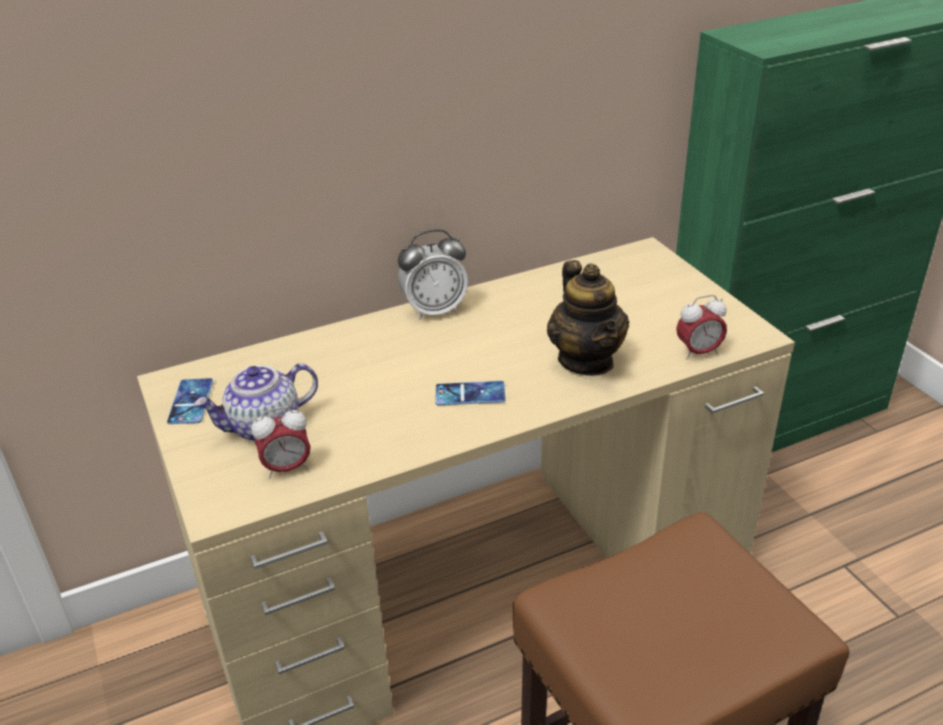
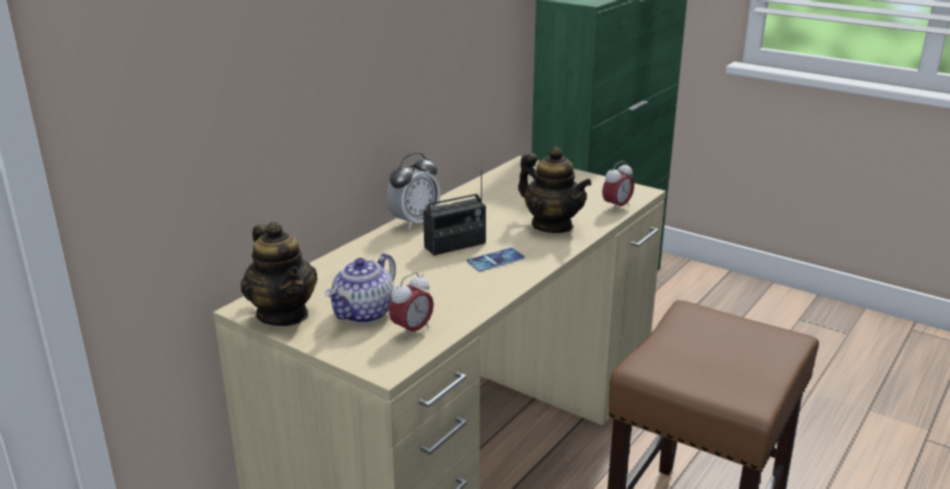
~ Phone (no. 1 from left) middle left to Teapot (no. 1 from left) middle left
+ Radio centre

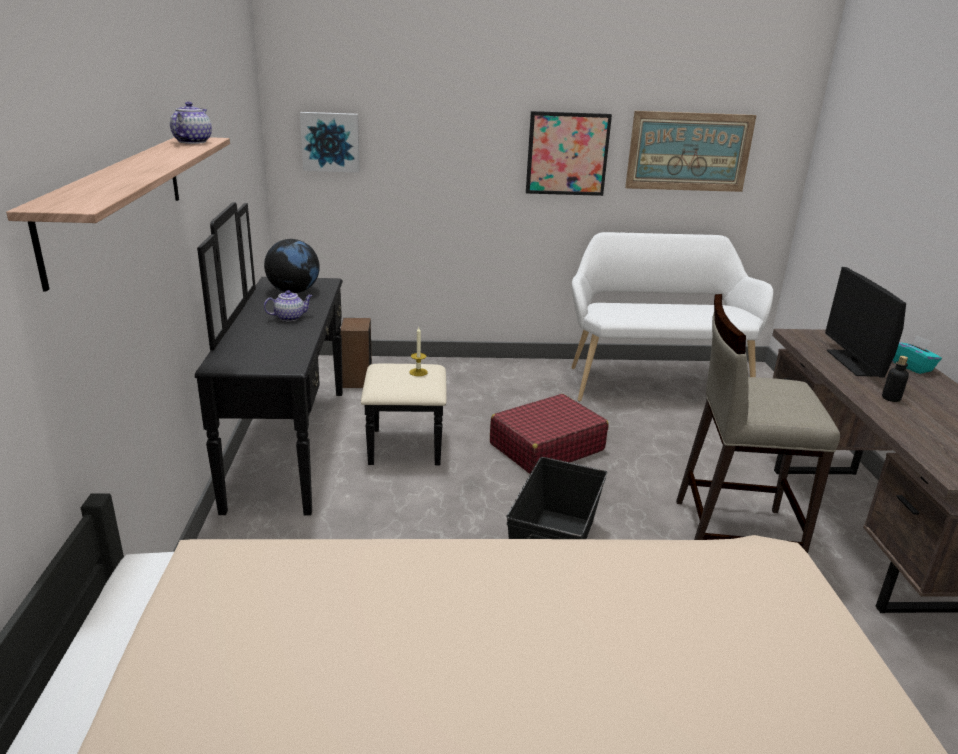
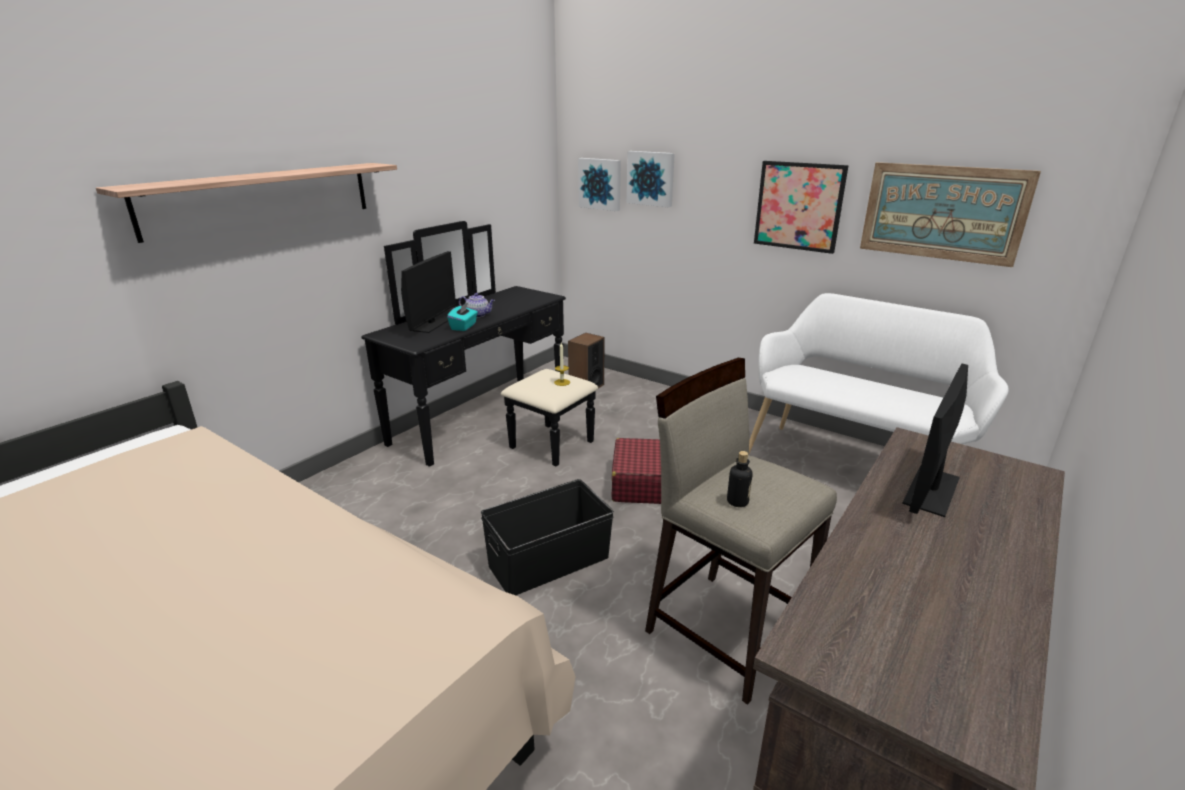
+ Monitor (no. 1 from left) centre
~ TurquoiseTissueBox middle right to centre
+ Picture (no. 2 from left) top centre
~ Bottle middle right to centre
- Teapot (no. 1 from left) top left
- Globe middle left

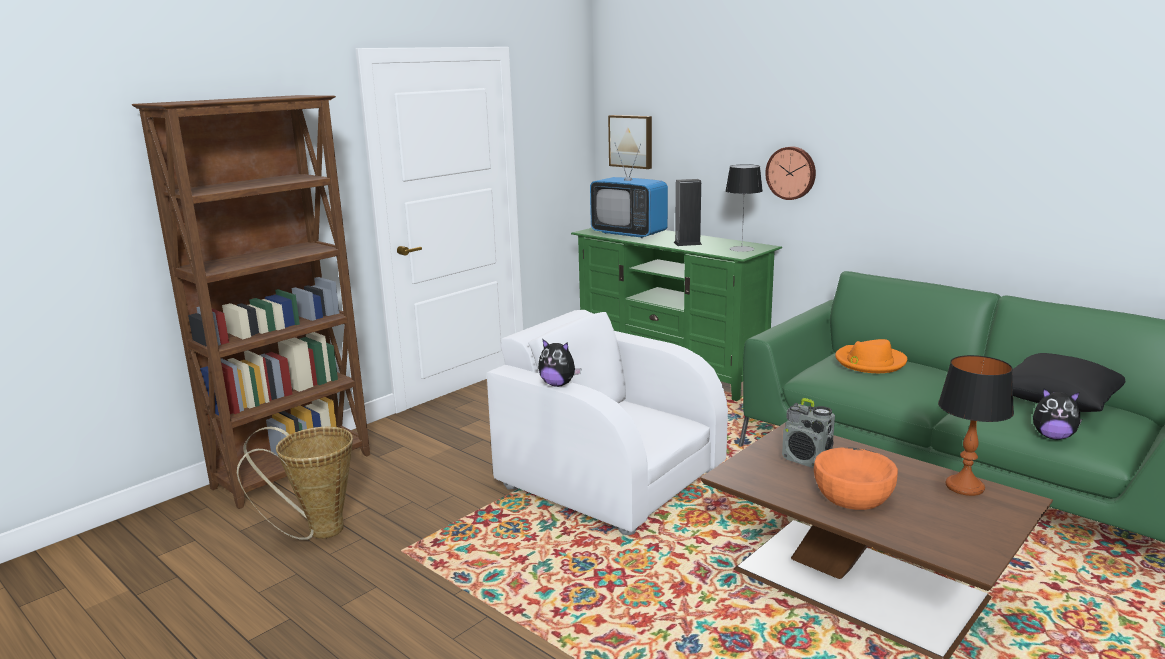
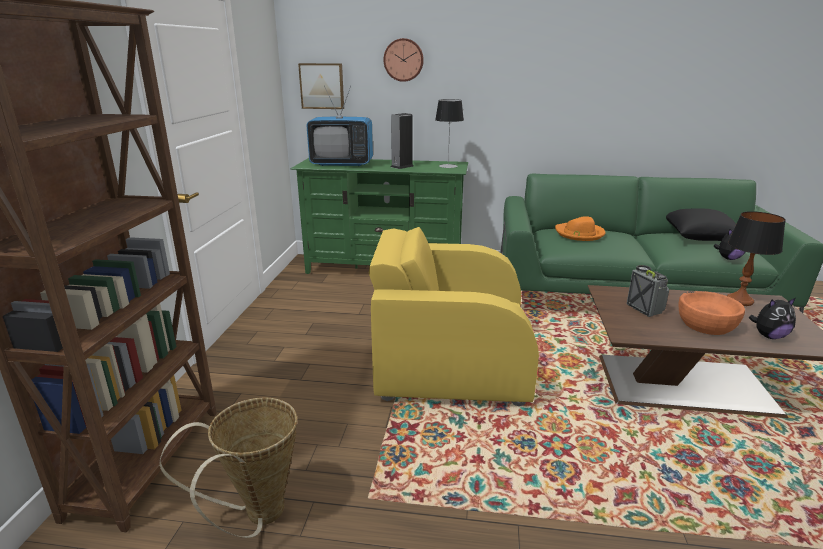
~ WhiteArmchair centre to YellowArmchair centre
~ WallClock top right to top centre
~ Radio middle right = middle right 120 degrees counterclockwise
~ PlushToy (no. 1 from left in the first image) centre to PlushToy (no. 2 from left) middle right

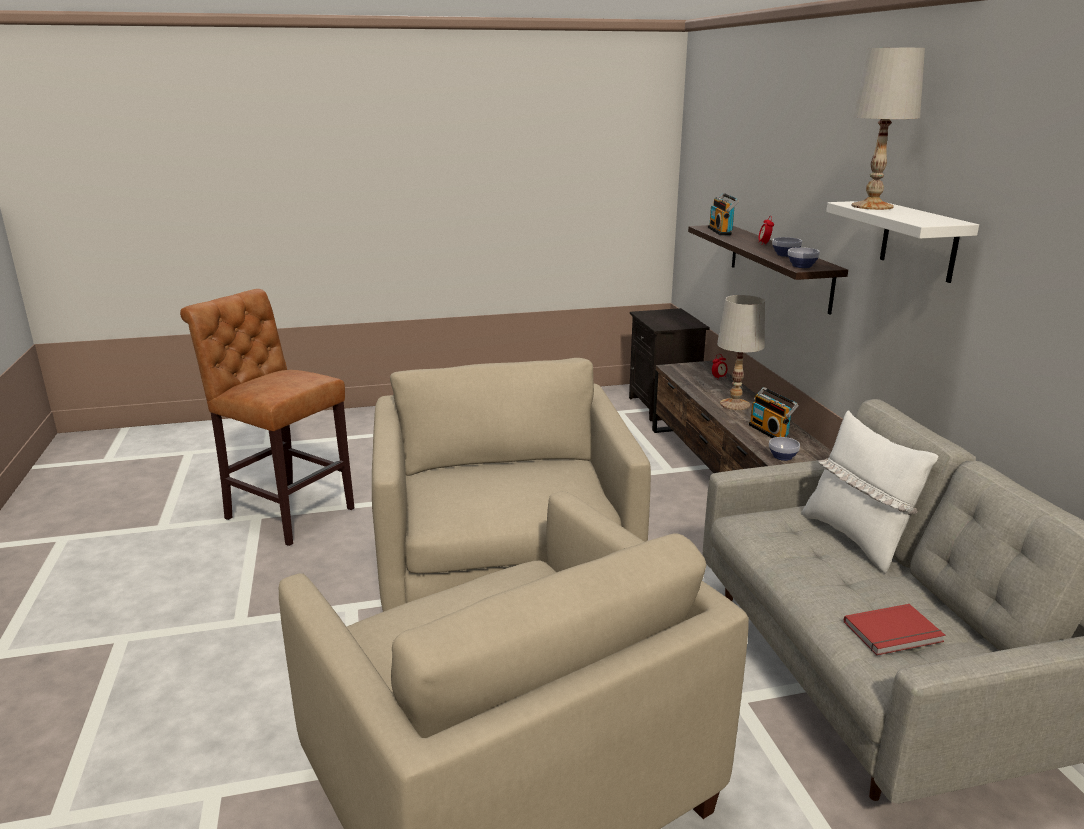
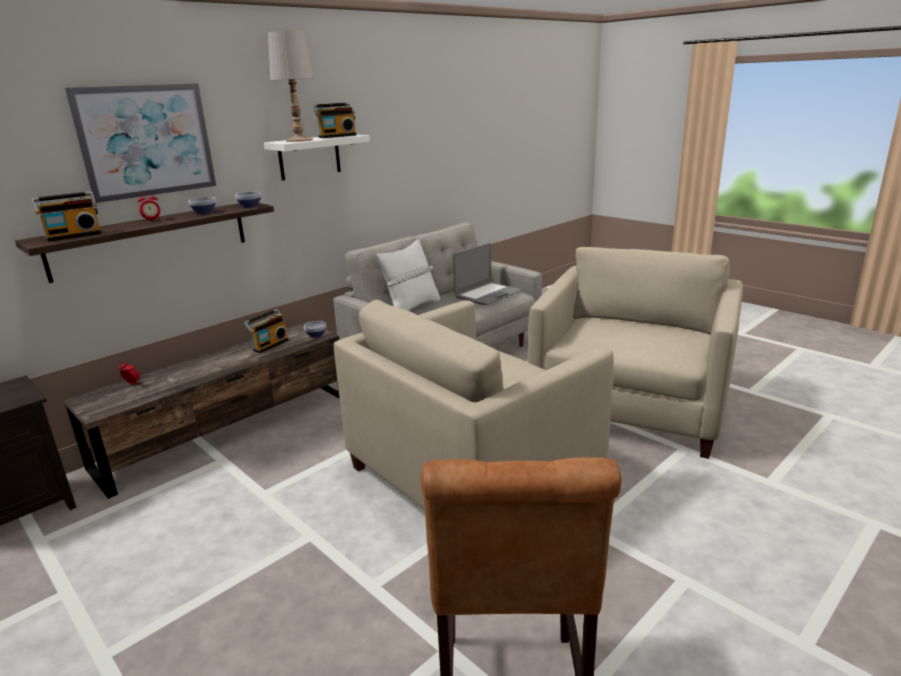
+ Picture top left
+ Radio (no. 3 from left) top centre
~ RedBook bottom right to Laptop centre
- WhiteTableLamp (no. 1 from left) middle right

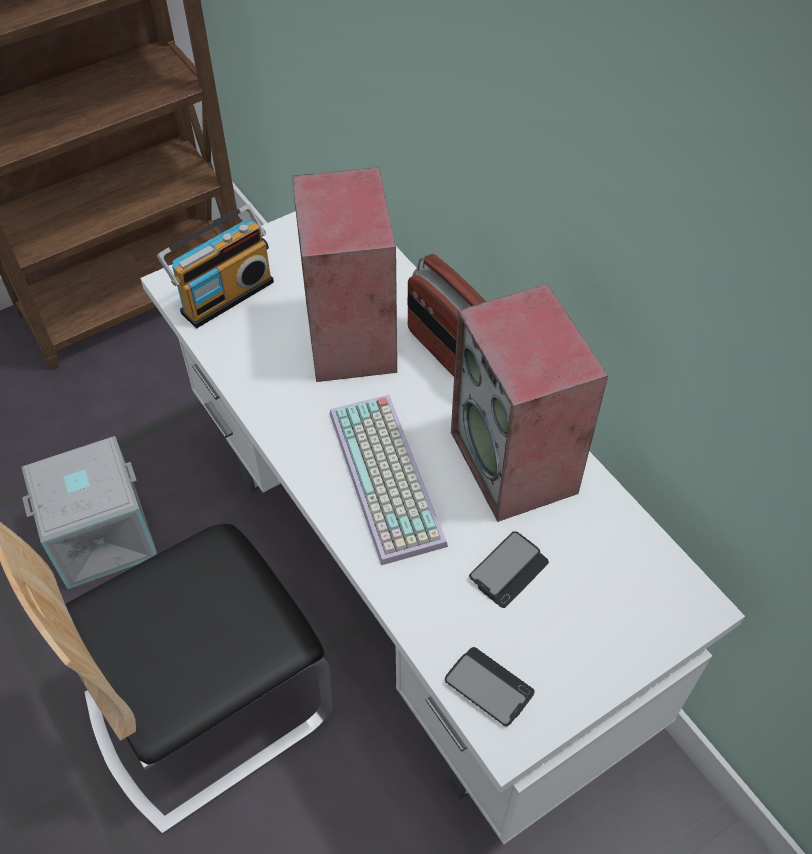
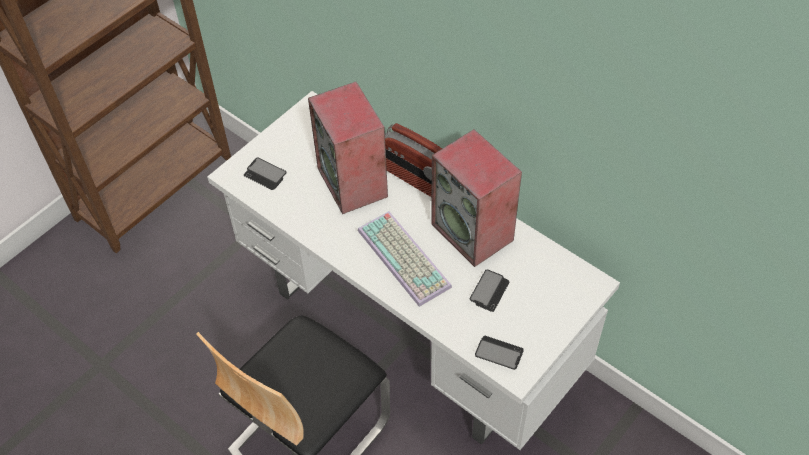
~ Radio (no. 1 from left) top left to Phone (no. 1 from left) middle left
- GreyStorageBox middle left

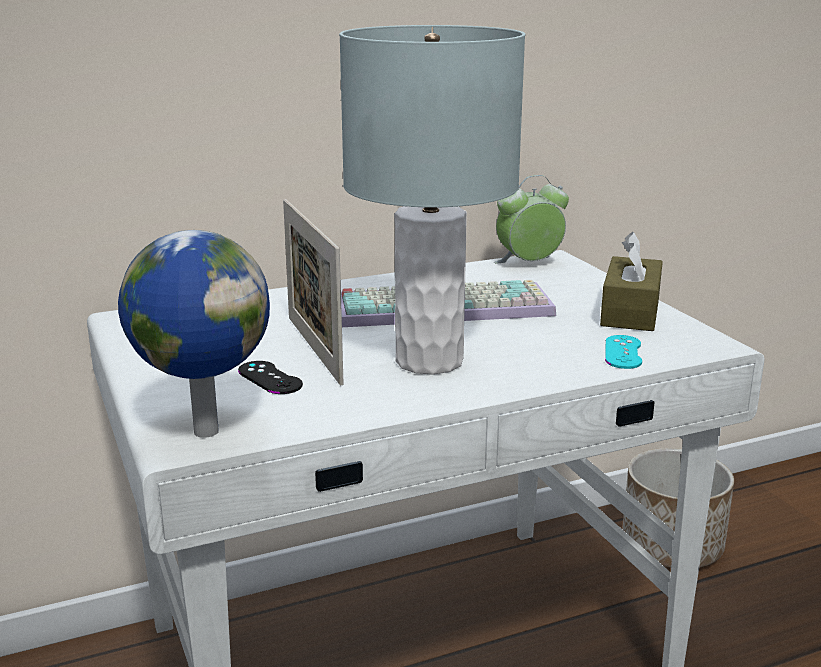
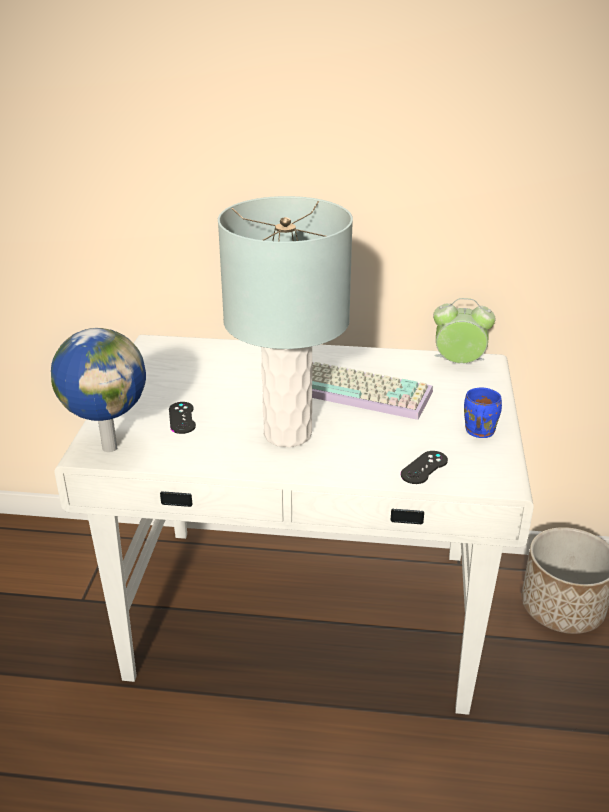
~ TurquoiseGameController middle right to BlackGameController (no. 2 from left) middle right
~ BrownTissueBox middle right to BlueMug middle right
- PictureFrame centre

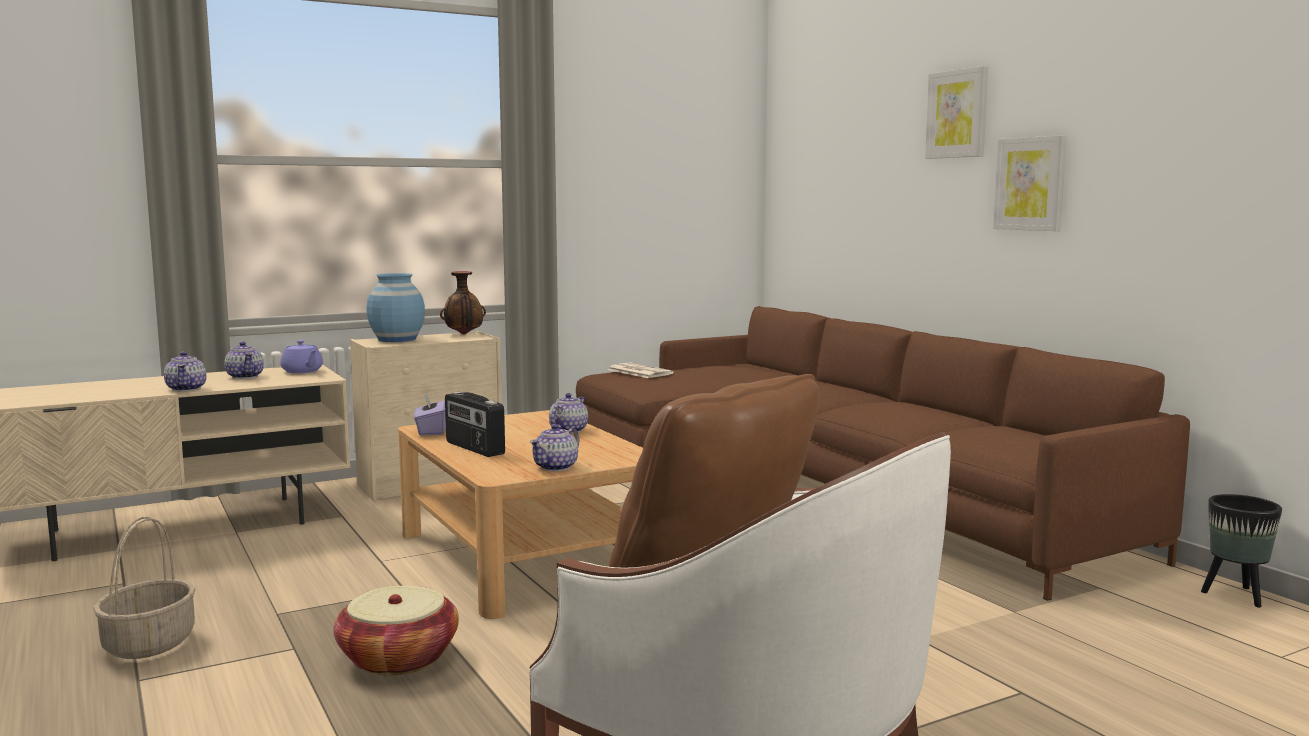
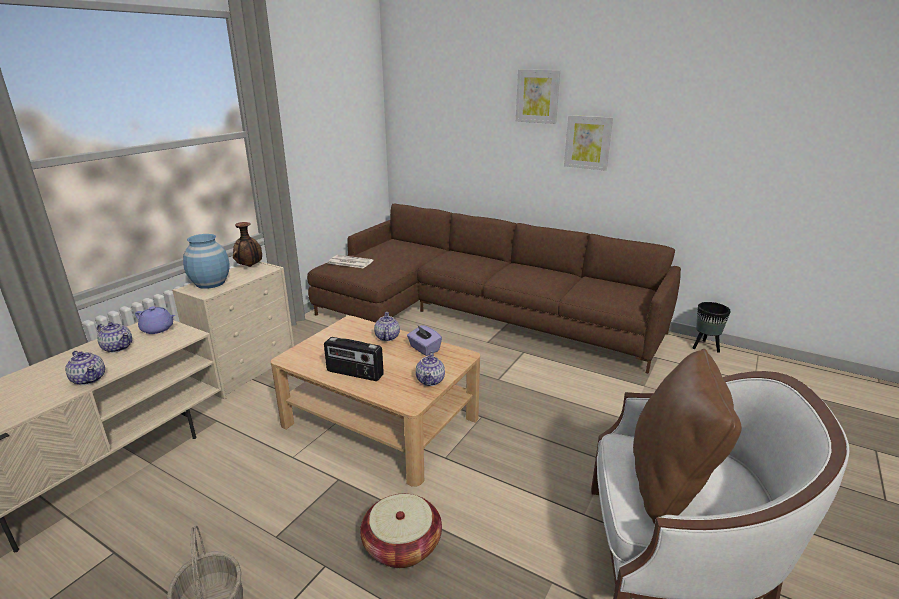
~ PurpleTissueBox middle left to centre

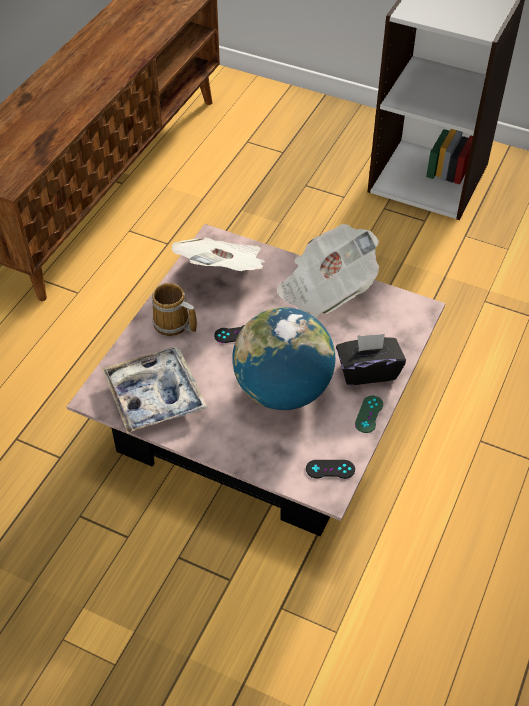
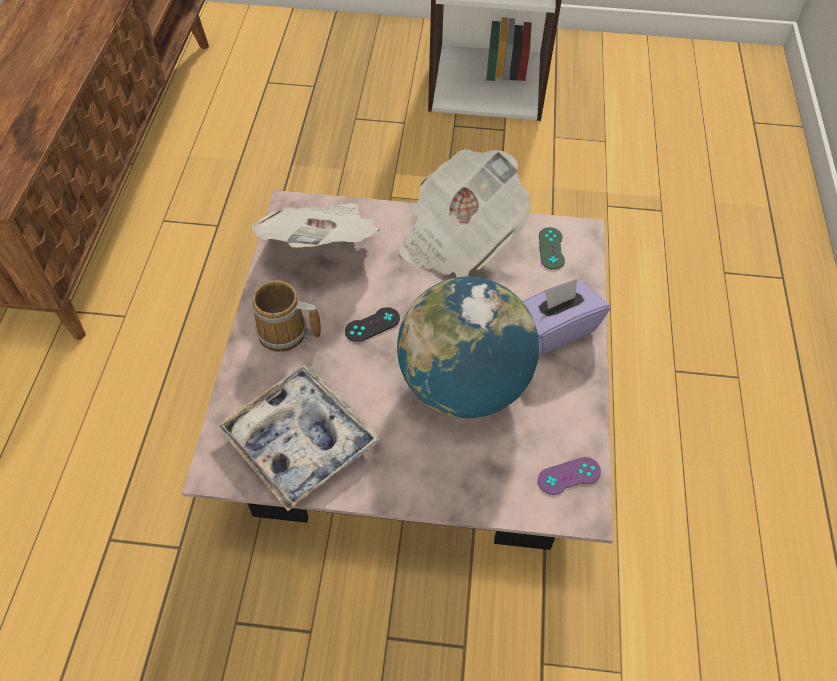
~ BlackTissueBox middle right to PurpleTissueBox middle right
~ BlackGameController (no. 2 from left) centre to PurpleGameController bottom right
~ GreenGameController middle right to centre

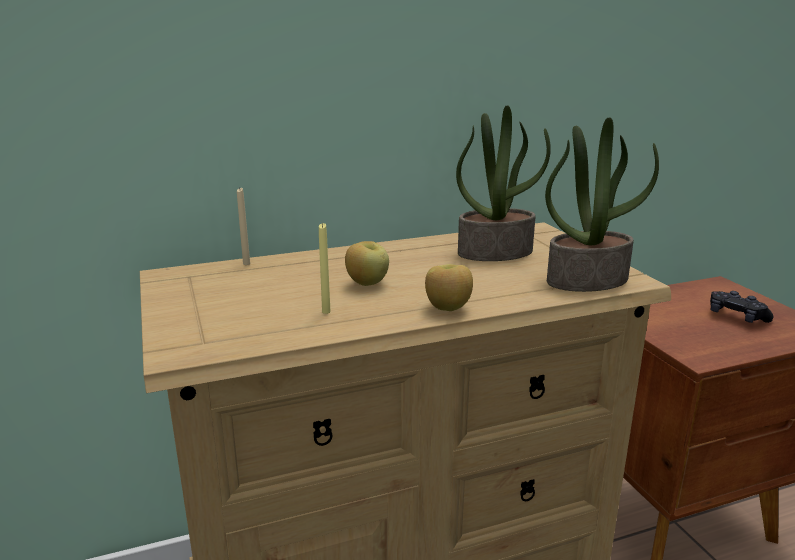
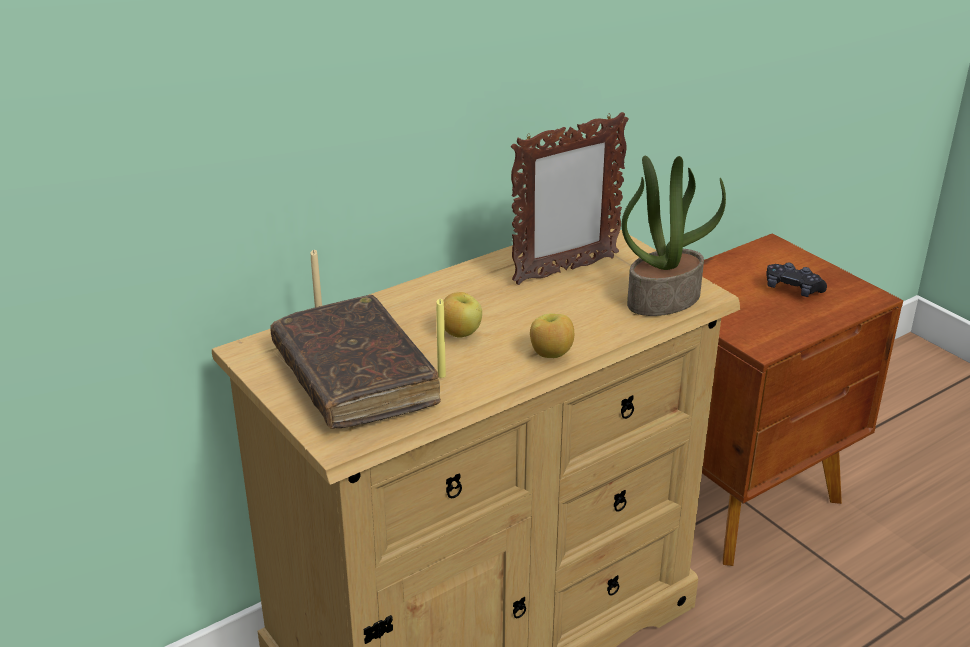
+ BrownBook centre
~ PottedPlant (no. 1 from left) top centre to PictureFrame top centre

